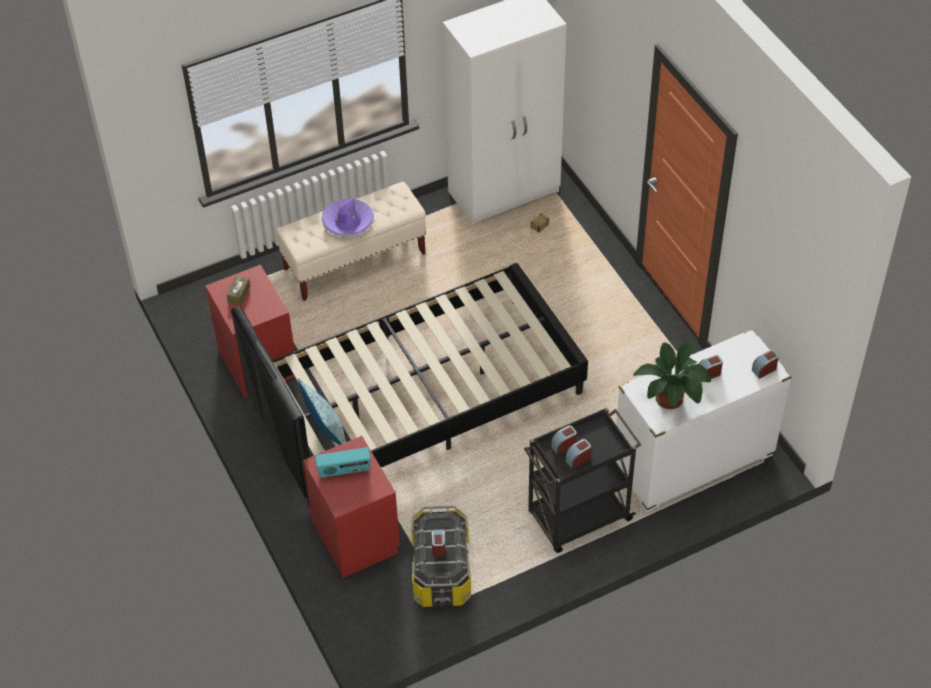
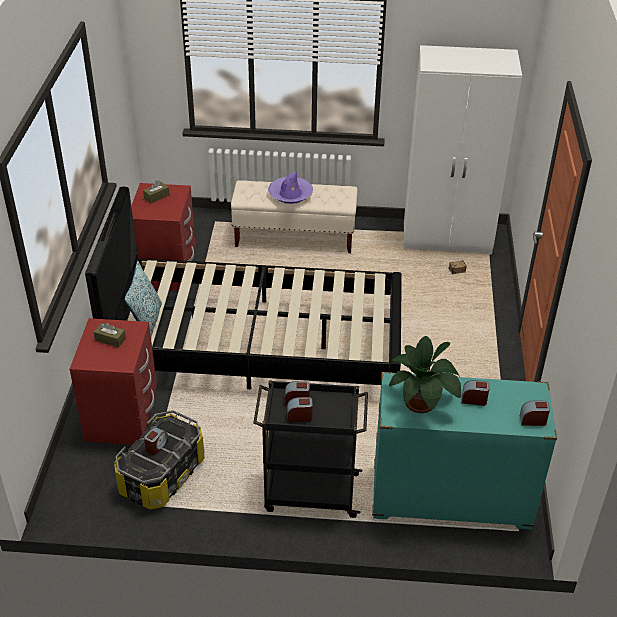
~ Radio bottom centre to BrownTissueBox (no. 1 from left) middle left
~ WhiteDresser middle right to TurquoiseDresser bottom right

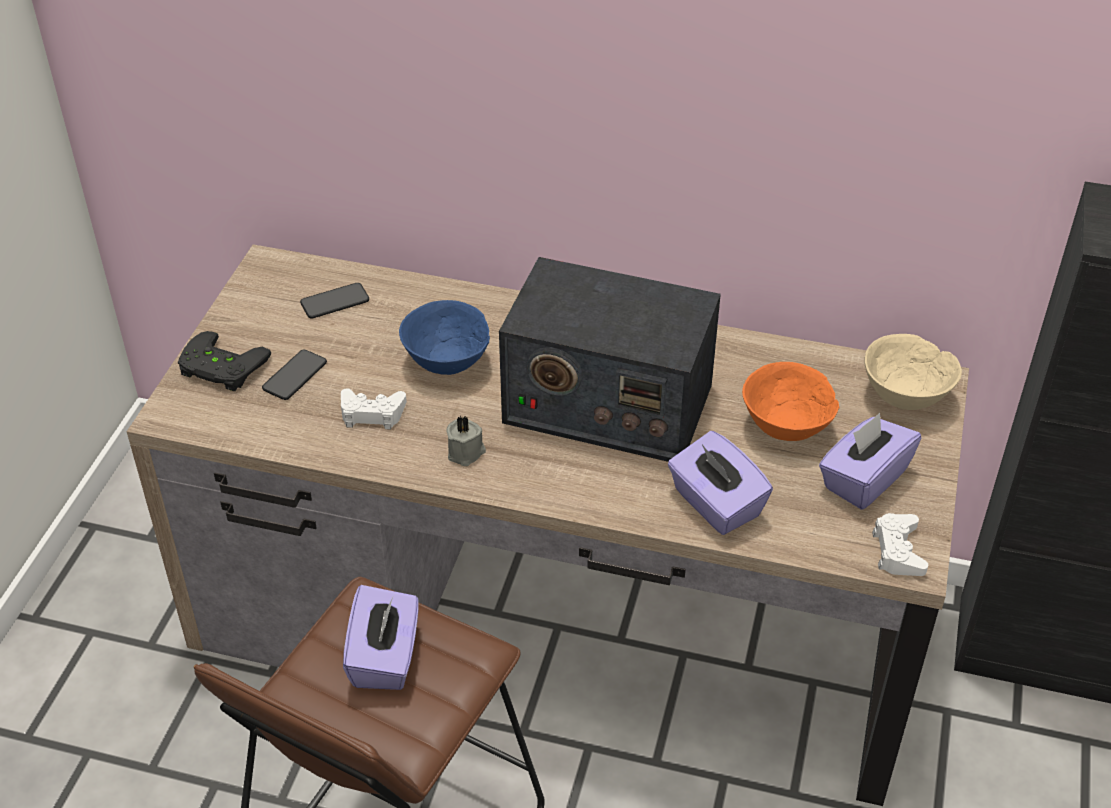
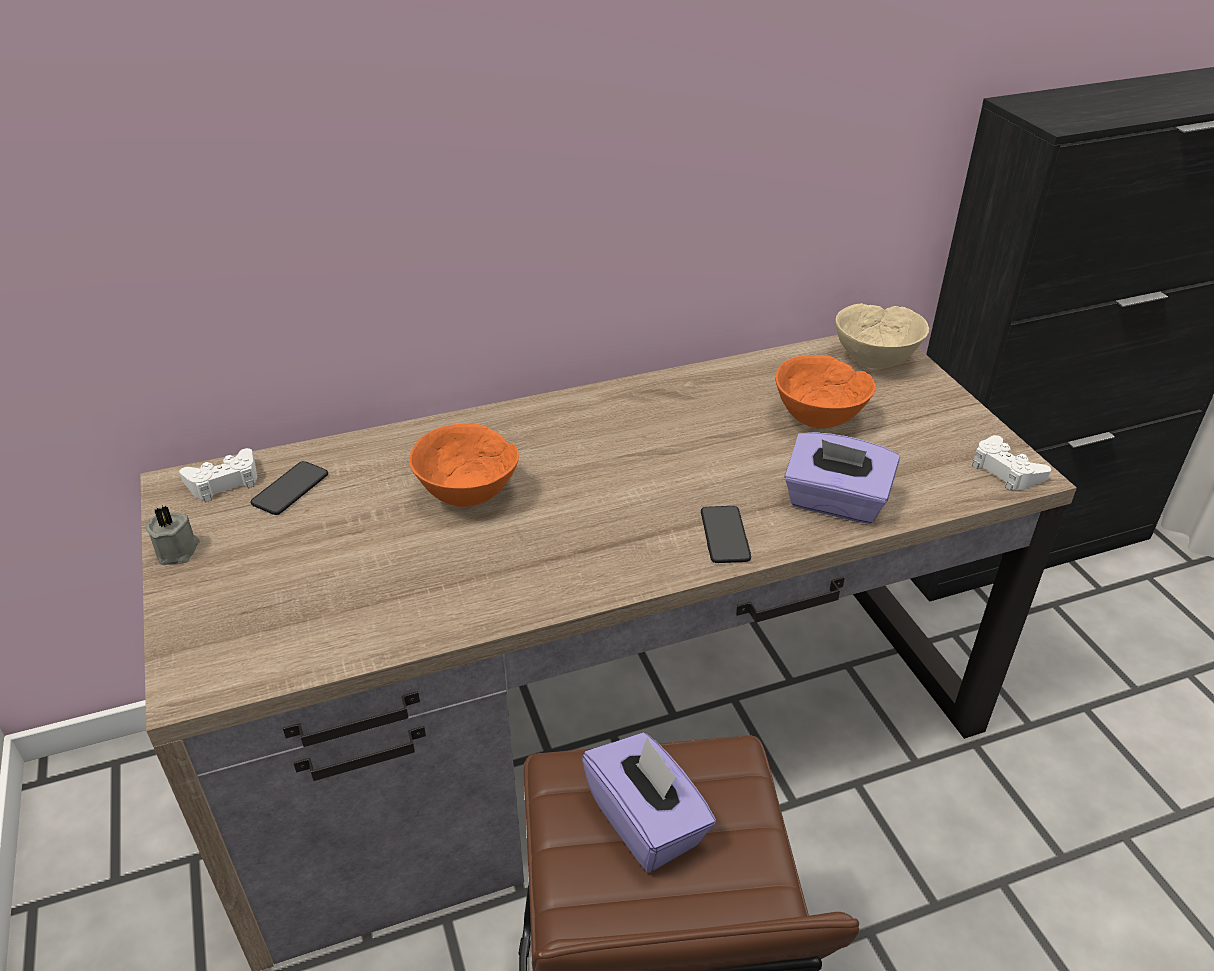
~ GreyCandle centre to middle left
~ WhiteGameController (no. 1 from left) centre to middle left
~ BlueBowl centre to OrangeBowl (no. 1 from left) centre
~ Phone (no. 1 from left in the first image) middle left to Phone (no. 2 from left) centre
- BlackGameController middle left
- Radio centre
- PurpleTissueBox (no. 3 from left) middle right

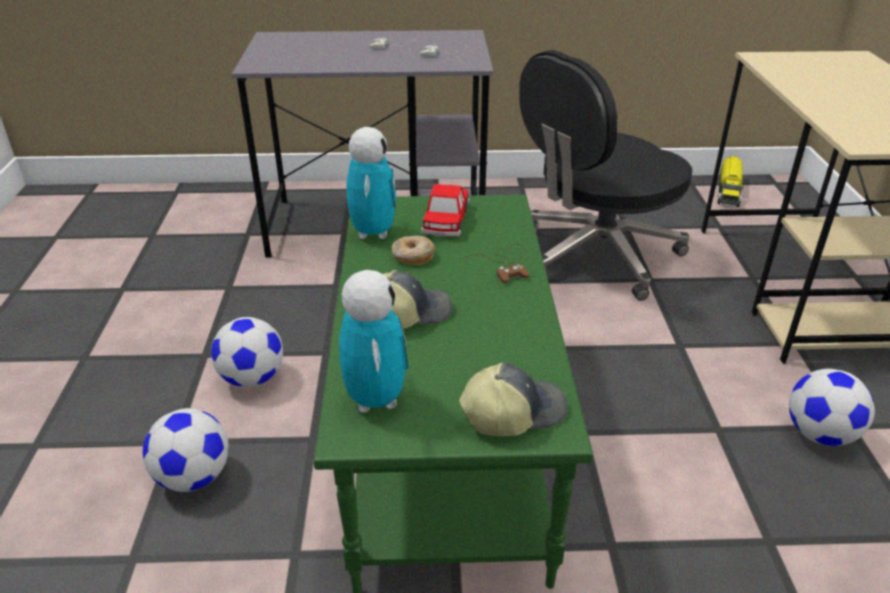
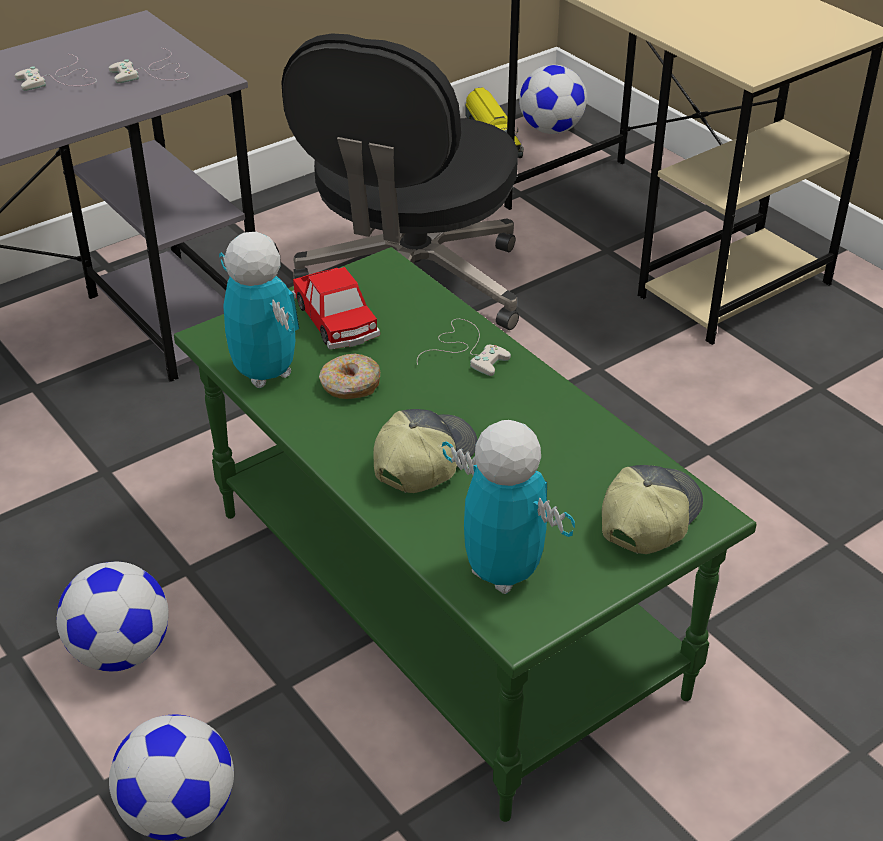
~ BrownGameController centre to WhiteGameController (no. 3 from left) centre
~ Football (no. 3 from left) bottom right to top centre

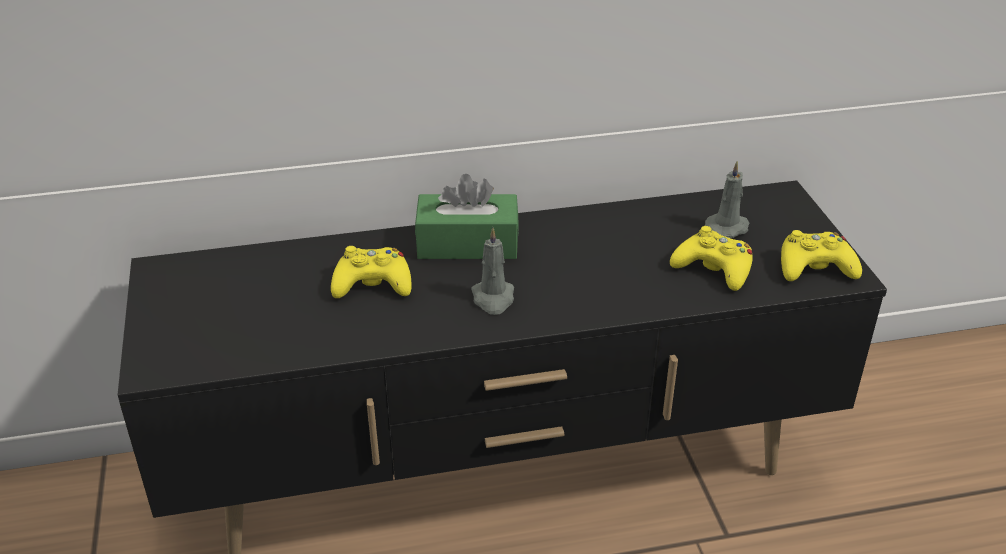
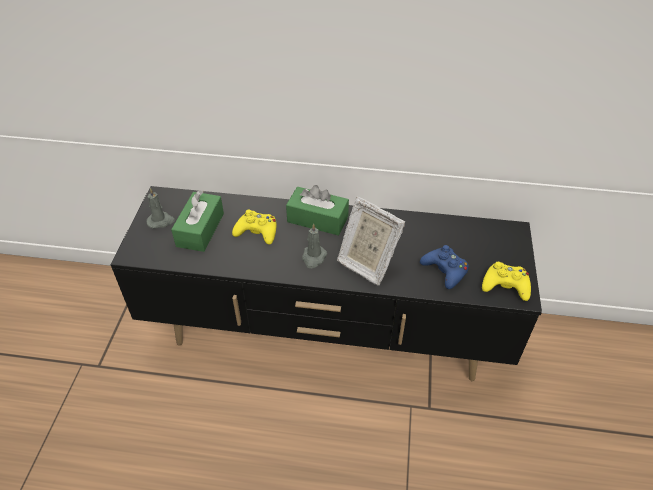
~ GreyCandle (no. 2 from left in the first image) middle right to GreyCandle (no. 1 from left) middle left
+ GreenTissueBox (no. 1 from left) middle left
+ PictureFrame centre
~ YellowGameController (no. 2 from left) middle right to BlueGameController middle right

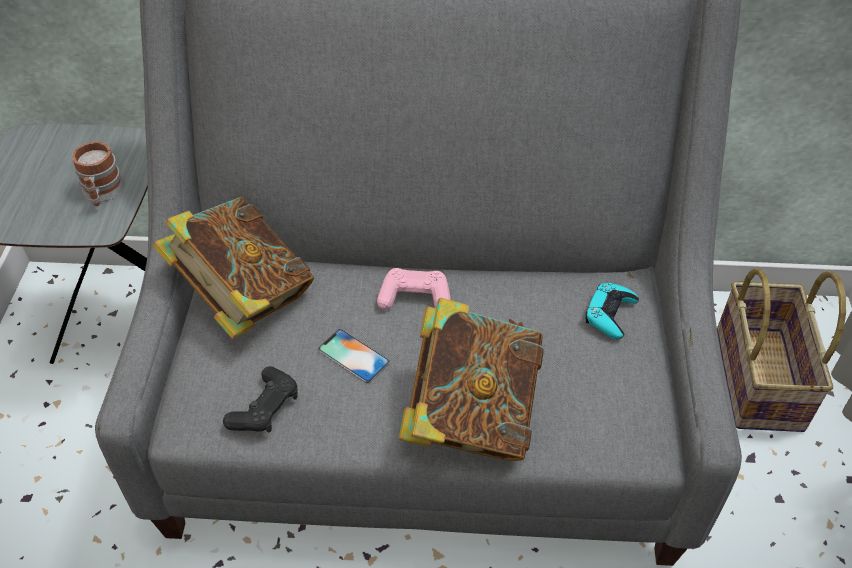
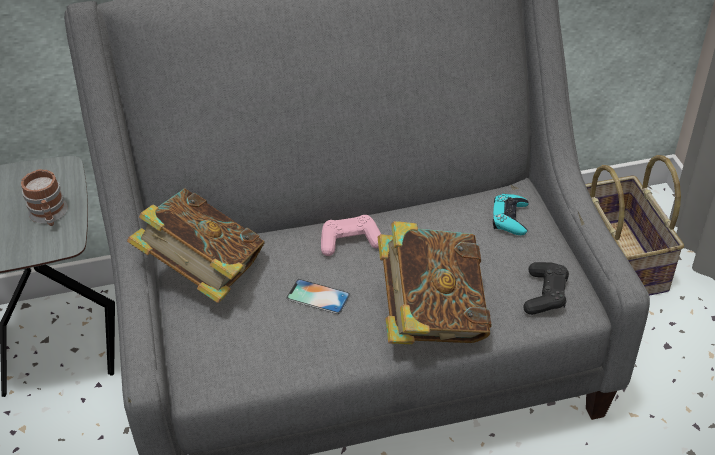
~ BlackGameController bottom left to middle right

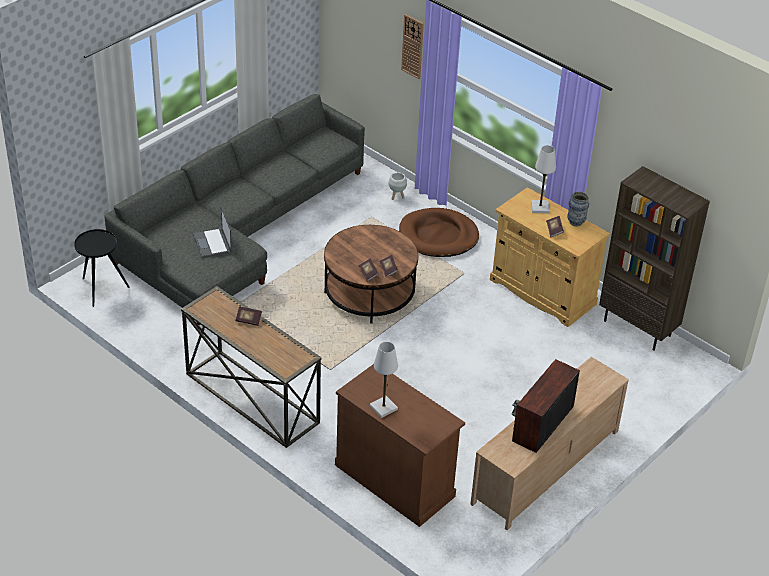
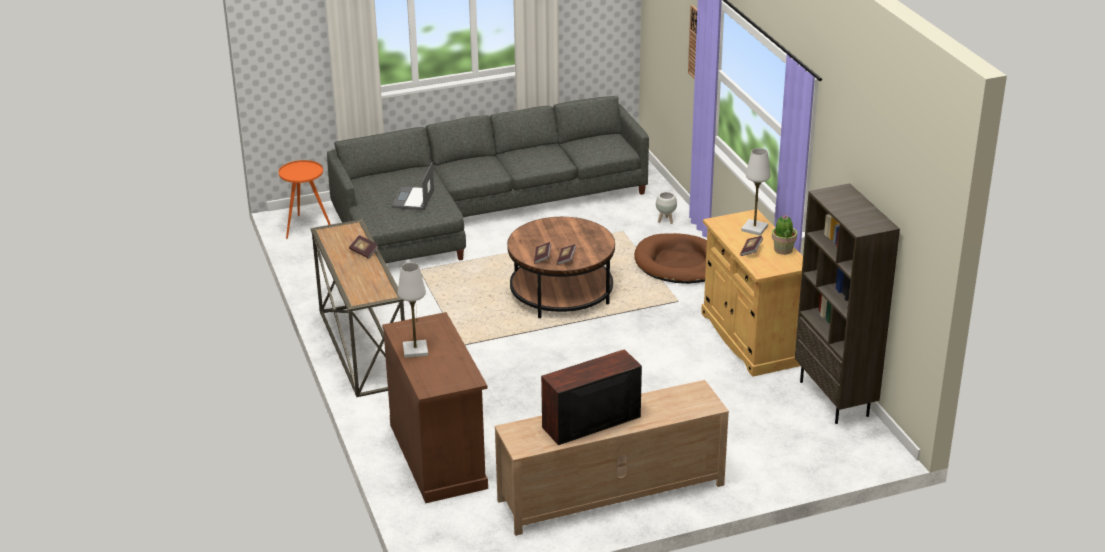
~ BlackSideTable middle left to OrangeSideTable middle left
~ Vase middle right to PottedPlant middle right

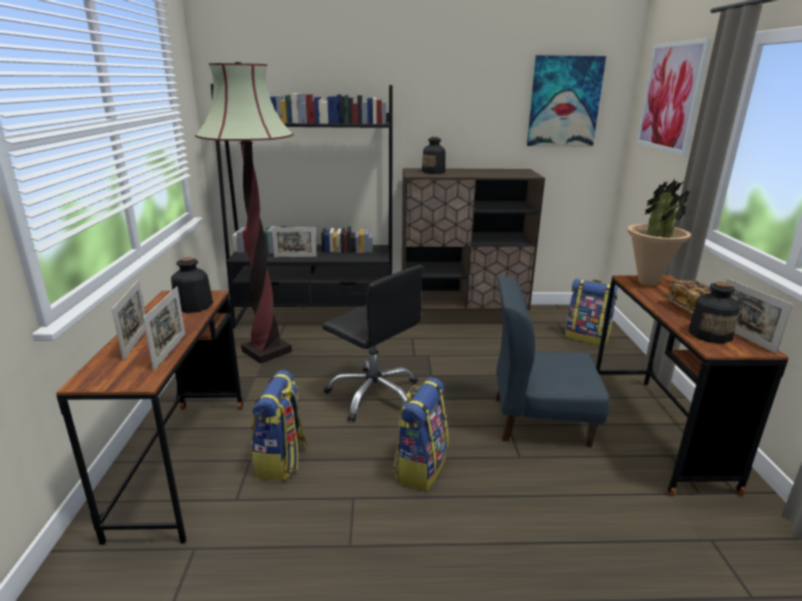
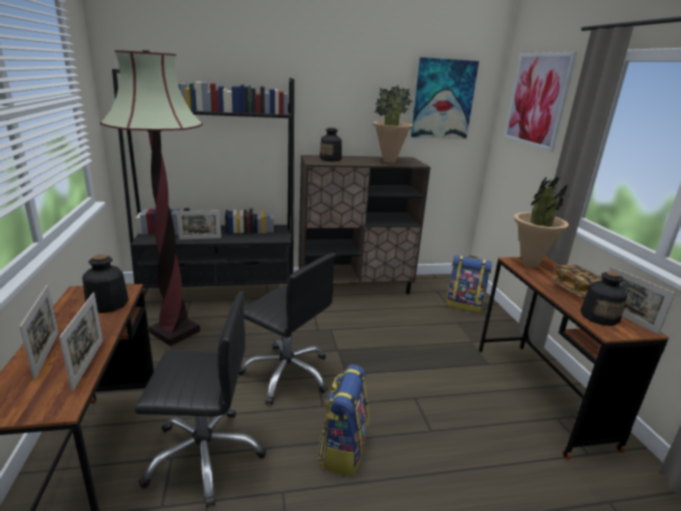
~ Backpack (no. 1 from left) bottom centre to BlackOfficeChair (no. 1 from left) bottom left
+ PottedPlant (no. 1 from left) top centre
- BlueChair middle right

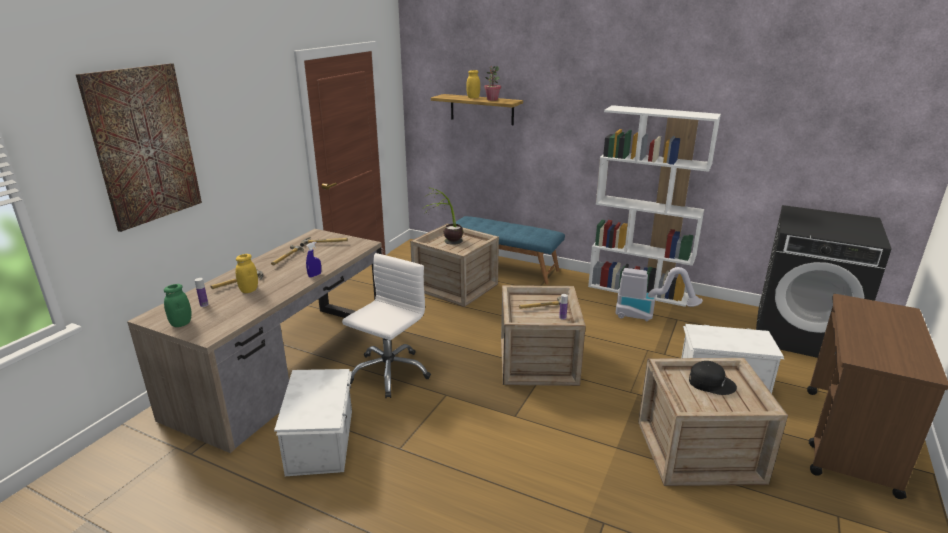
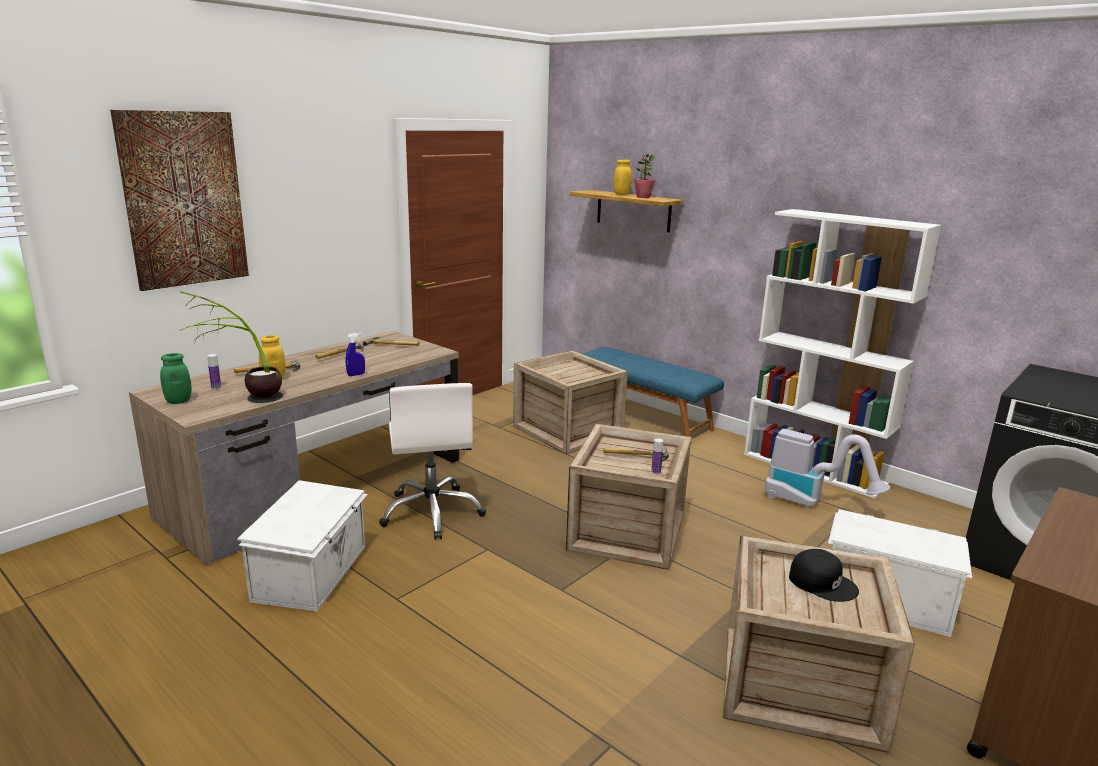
~ PottedPlant (no. 1 from left) centre to middle left
~ WhiteOfficeChair centre = centre 120 degrees clockwise

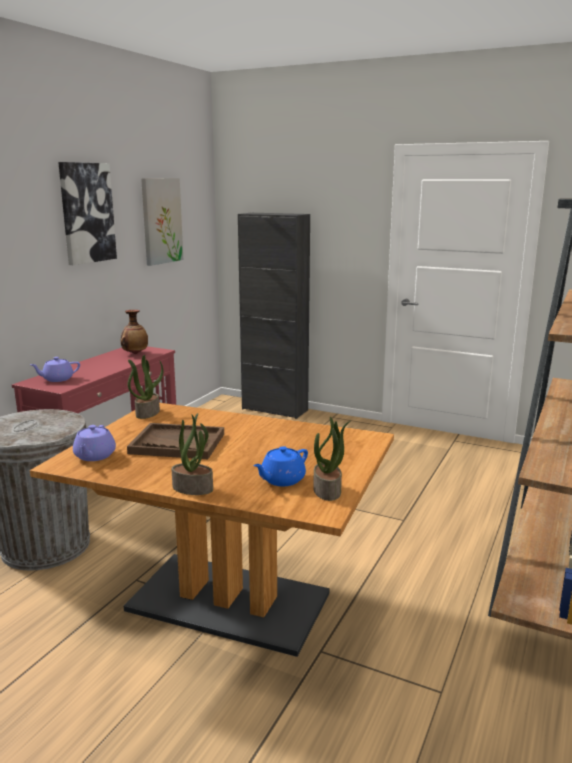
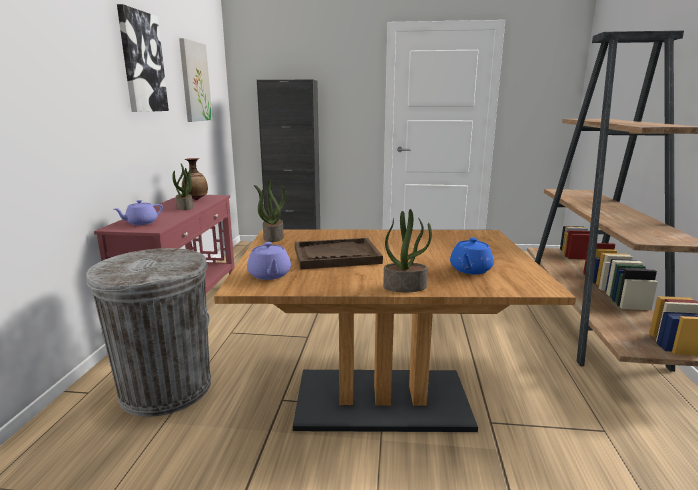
~ PottedPlant (no. 3 from left in the first image) centre to PottedPlant (no. 1 from left) middle left

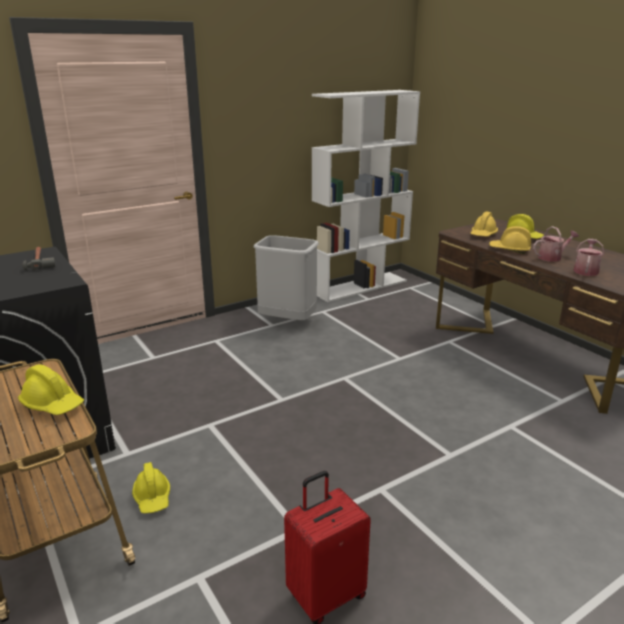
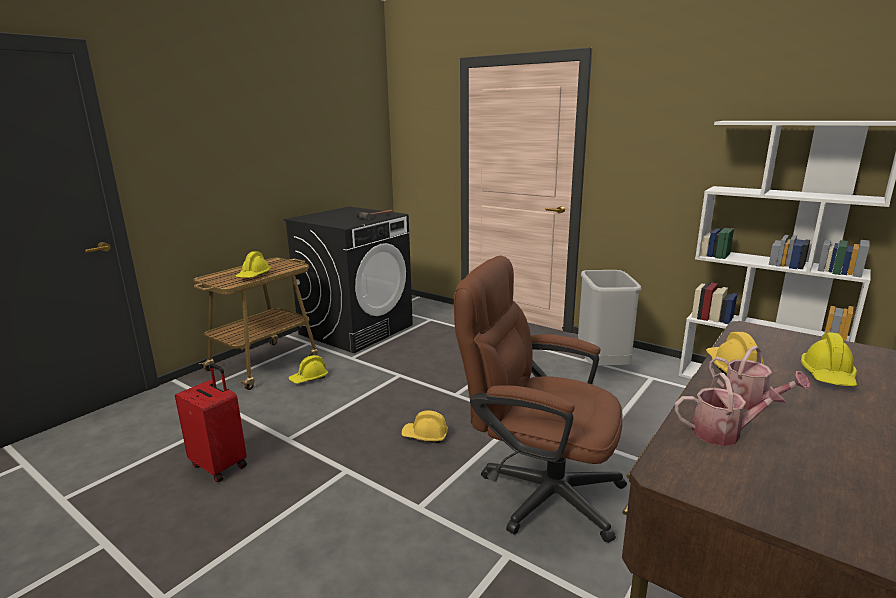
~ YellowHardHat (no. 3 from left) middle right to bottom centre
+ BrownOfficeChair bottom centre

